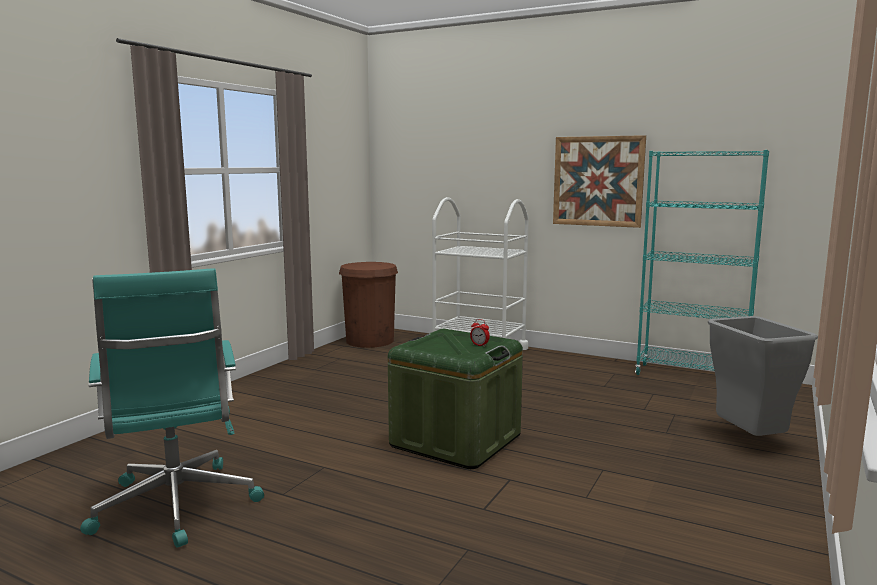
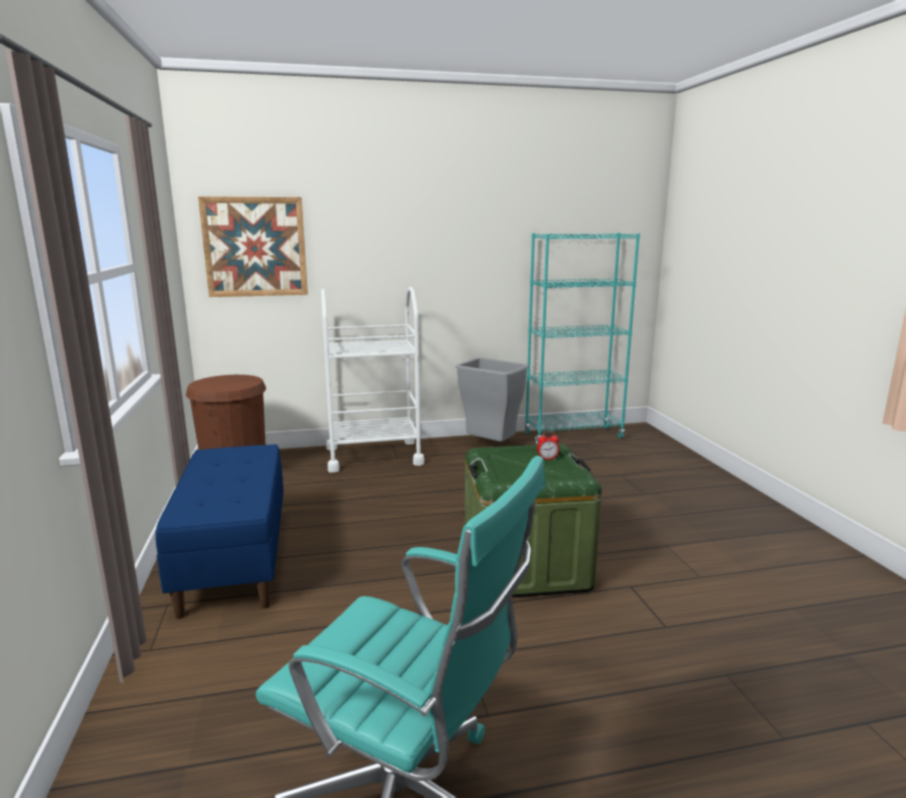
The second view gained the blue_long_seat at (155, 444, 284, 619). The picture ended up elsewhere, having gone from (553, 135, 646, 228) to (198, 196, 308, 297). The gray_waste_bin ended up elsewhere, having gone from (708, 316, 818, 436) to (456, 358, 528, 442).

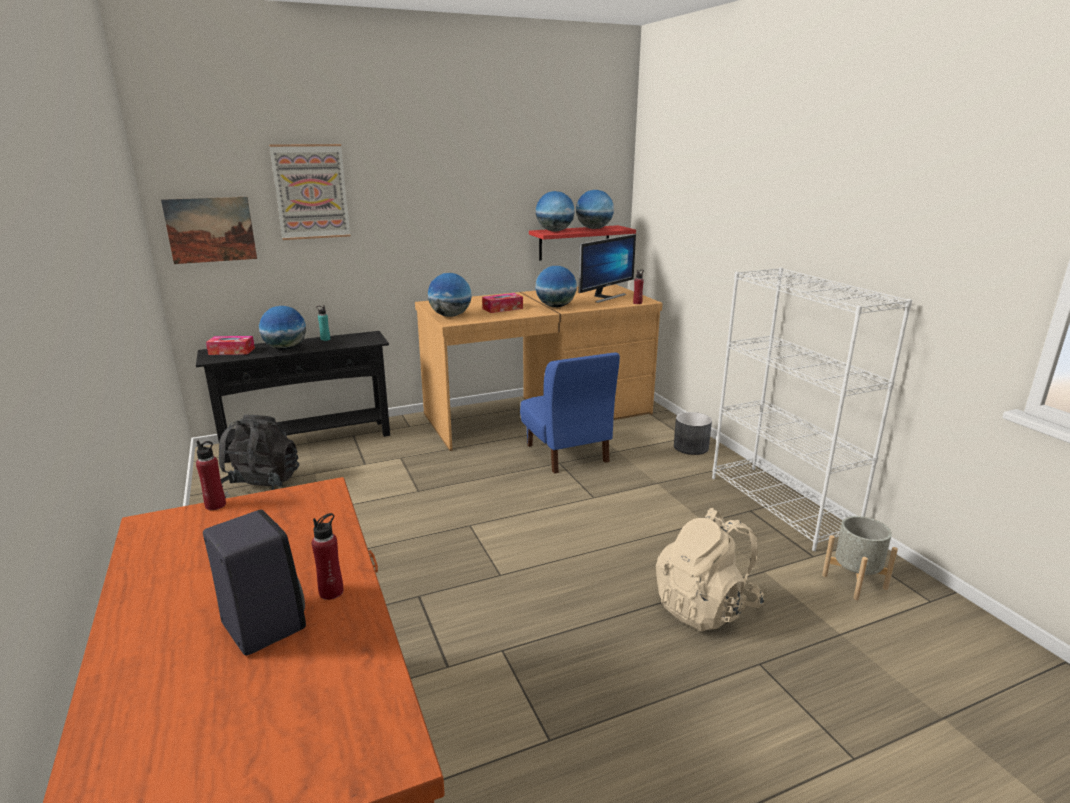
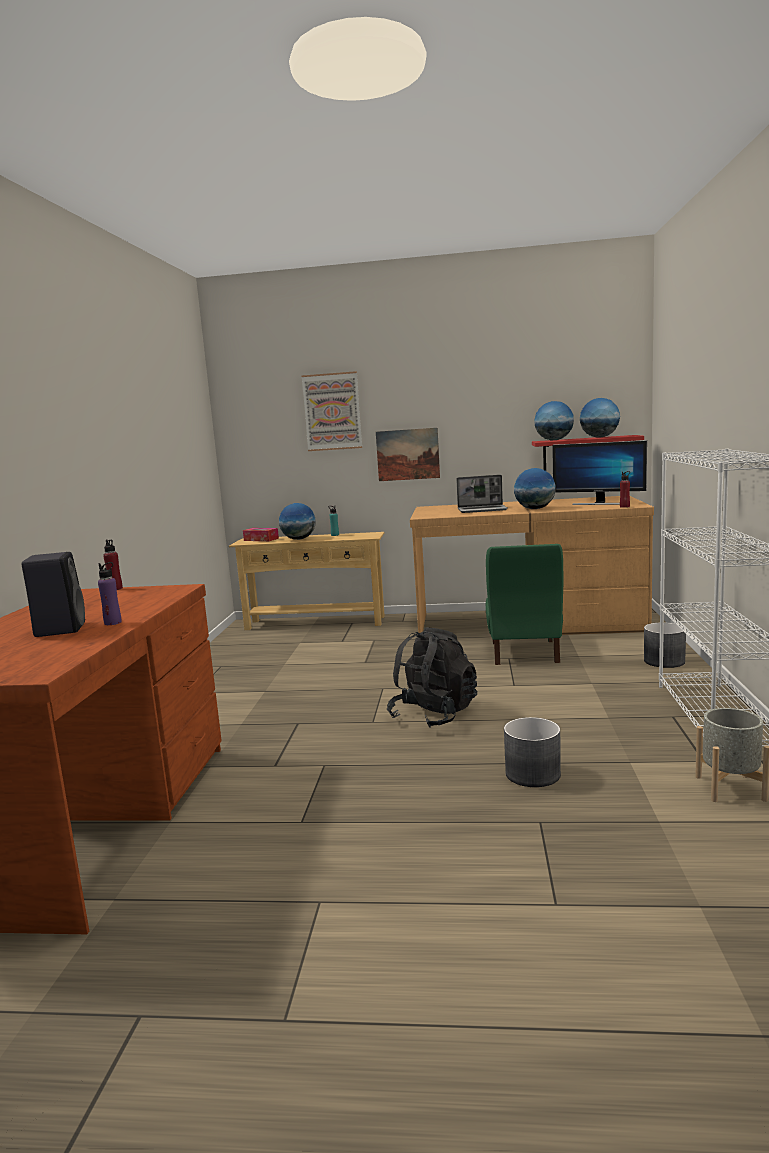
What was the red-coloured_beverage_bottle at (312, 513, 343, 600) turned into the purple-coloured_beverage_bottle at (98, 562, 122, 625). What was the black_hall_table at (196, 331, 390, 463) turned into the sand-coloured_hall_table at (229, 532, 385, 630). The picture ended up elsewhere, having gone from (161, 197, 257, 264) to (376, 428, 440, 481). The black_rucksack ended up elsewhere, having gone from (219, 414, 299, 498) to (387, 627, 477, 727). Where the tissue_box stood at (482, 293, 523, 313), the portable_computer came to stand at (456, 475, 508, 513). What was the blue_upright_chair at (520, 352, 620, 474) turned into the green_upright_chair at (485, 544, 563, 665). Where the sand-coloured_rucksack stood at (656, 508, 764, 631), the gray_plant_pot came to stand at (504, 717, 561, 787). The computer_screen at (578, 234, 636, 303) ended up facing another way, 45 degrees clockwise from before. The second view lost the desk_globe at (428, 273, 472, 317).

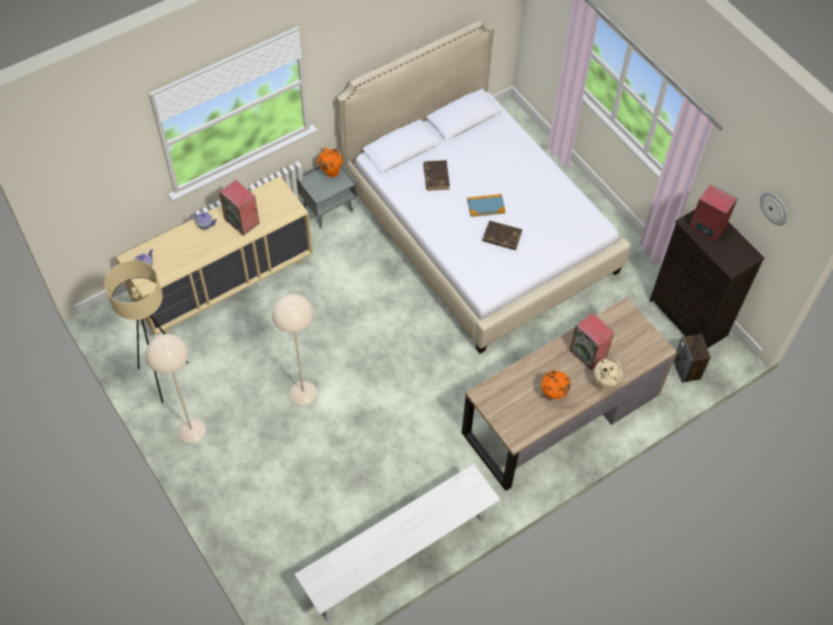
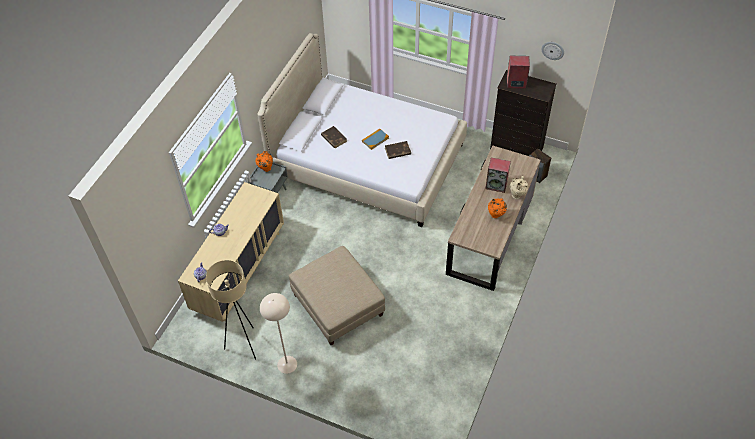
Where the sand-coloured_standard_lamp stood at (272, 294, 317, 405), the sand-coloured_pouffe came to stand at (289, 246, 385, 345). The second view lost the loudspeaker at (219, 180, 260, 236). The second view lost the white-coloured_long_seat at (295, 464, 501, 622).

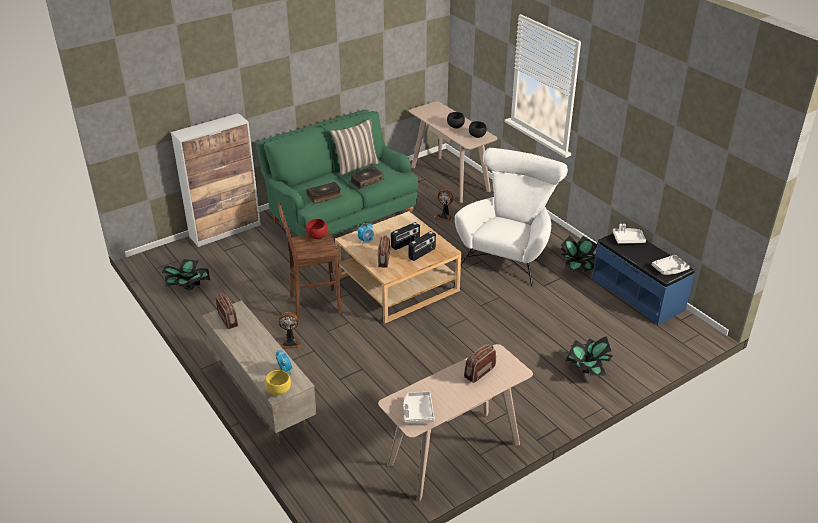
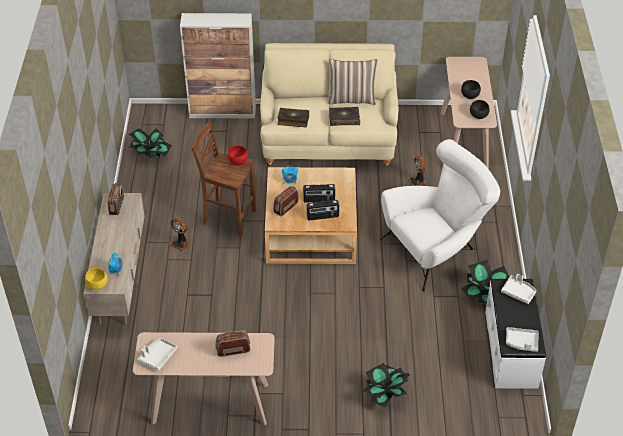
What was the green_settee at (256, 110, 418, 236) turned into the sand-coloured_settee at (260, 43, 399, 165). What was the blue_long_seat at (592, 233, 695, 325) turned into the white-coloured_long_seat at (485, 279, 546, 389).

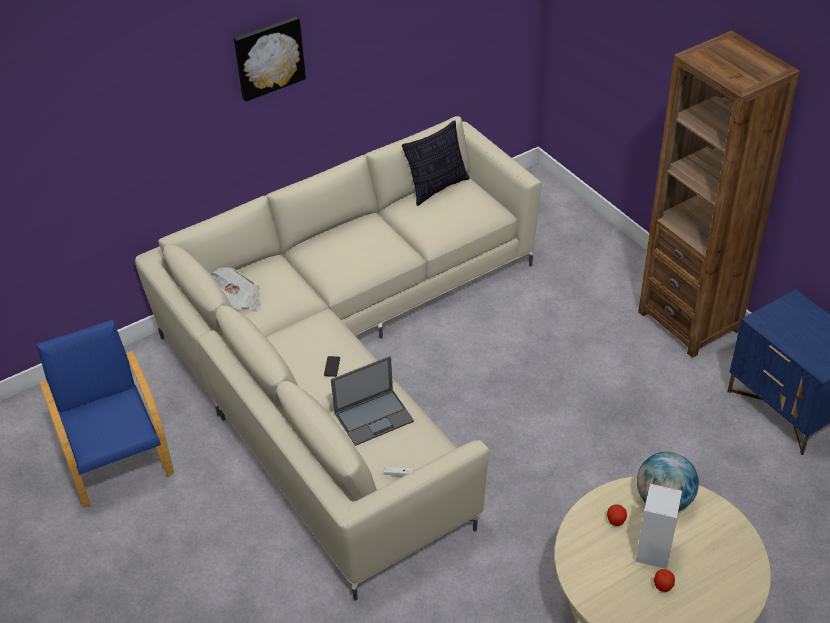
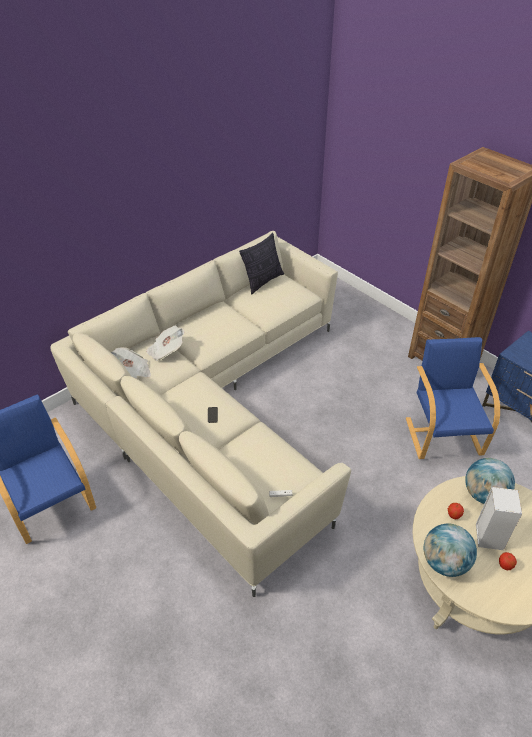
The second view gained the printed_paper at (146, 326, 185, 362). The second view gained the blue_armchair at (406, 337, 500, 459). The second view gained the desk_globe at (424, 524, 477, 577). The second view lost the picture at (234, 16, 306, 102). The second view lost the portable_computer at (331, 356, 414, 446).

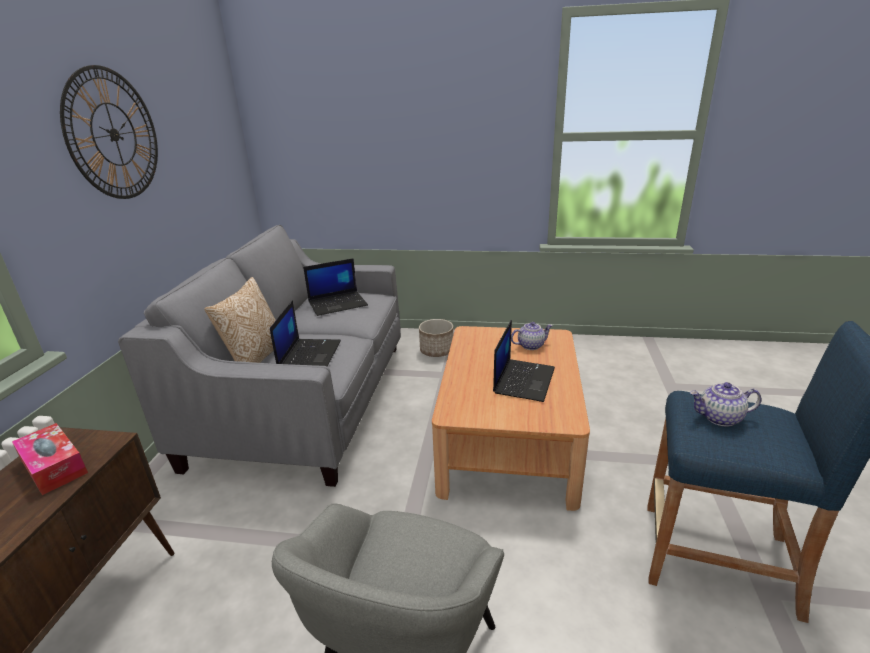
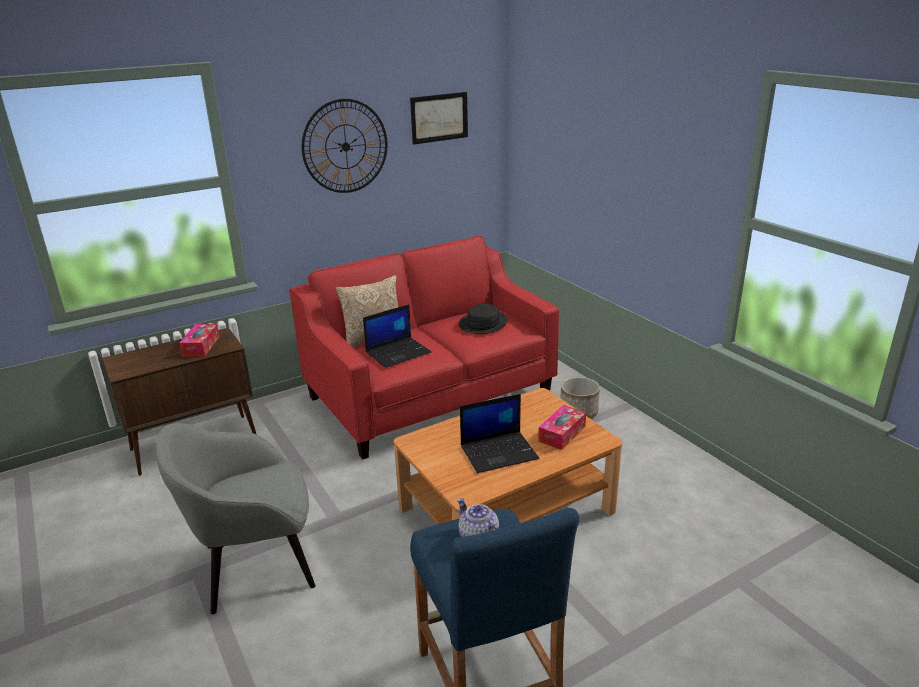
What was the gray_settee at (118, 225, 401, 487) turned into the red-coloured_settee at (289, 236, 559, 459). The second view gained the picture at (410, 92, 468, 145). Where the portable_computer stood at (303, 258, 368, 316), the black_hat came to stand at (459, 304, 508, 334). Where the teapot stood at (511, 322, 553, 350), the tissue_box came to stand at (538, 405, 586, 450).

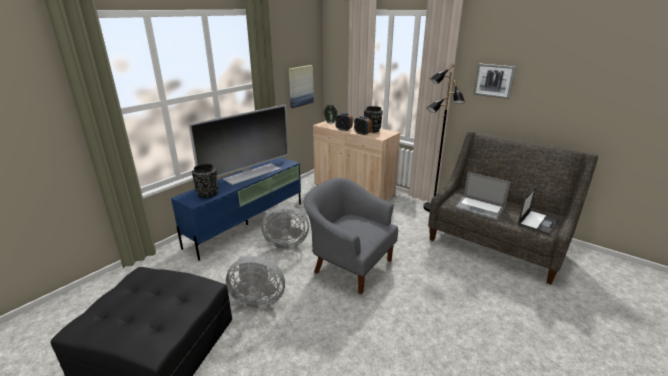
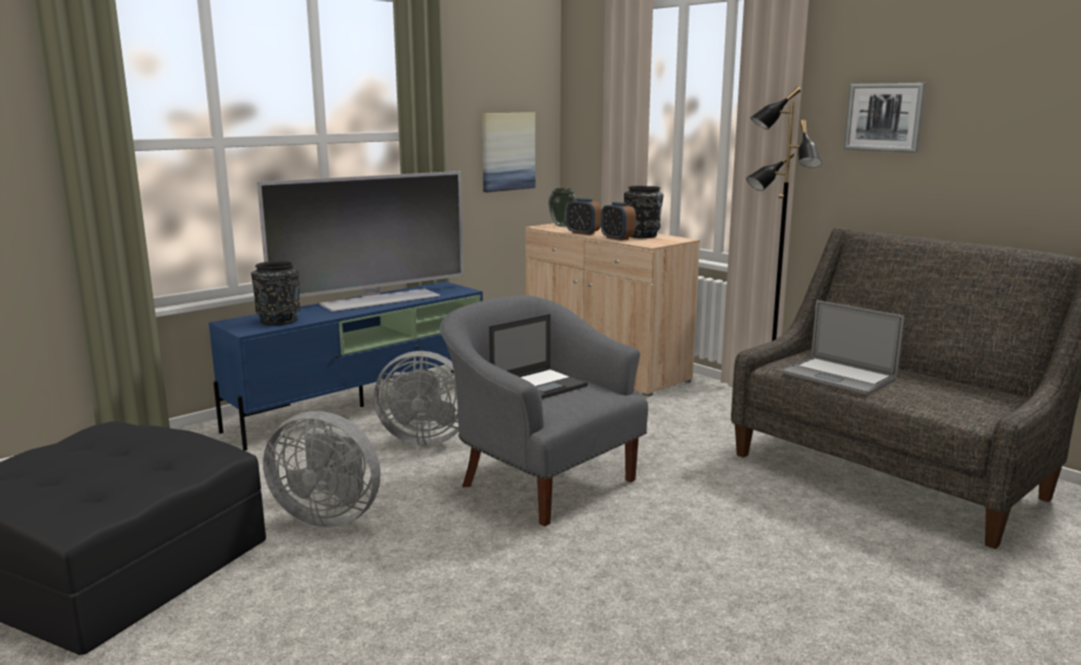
The portable_computer ended up elsewhere, having gone from (517, 186, 559, 235) to (489, 314, 588, 399).

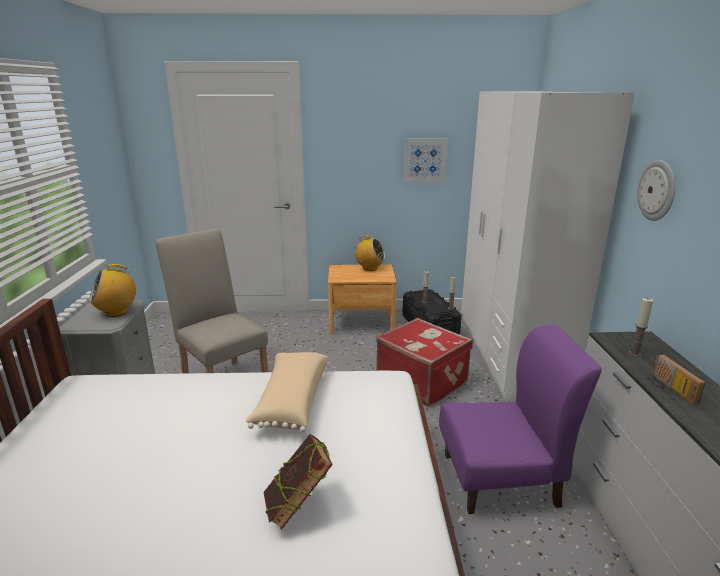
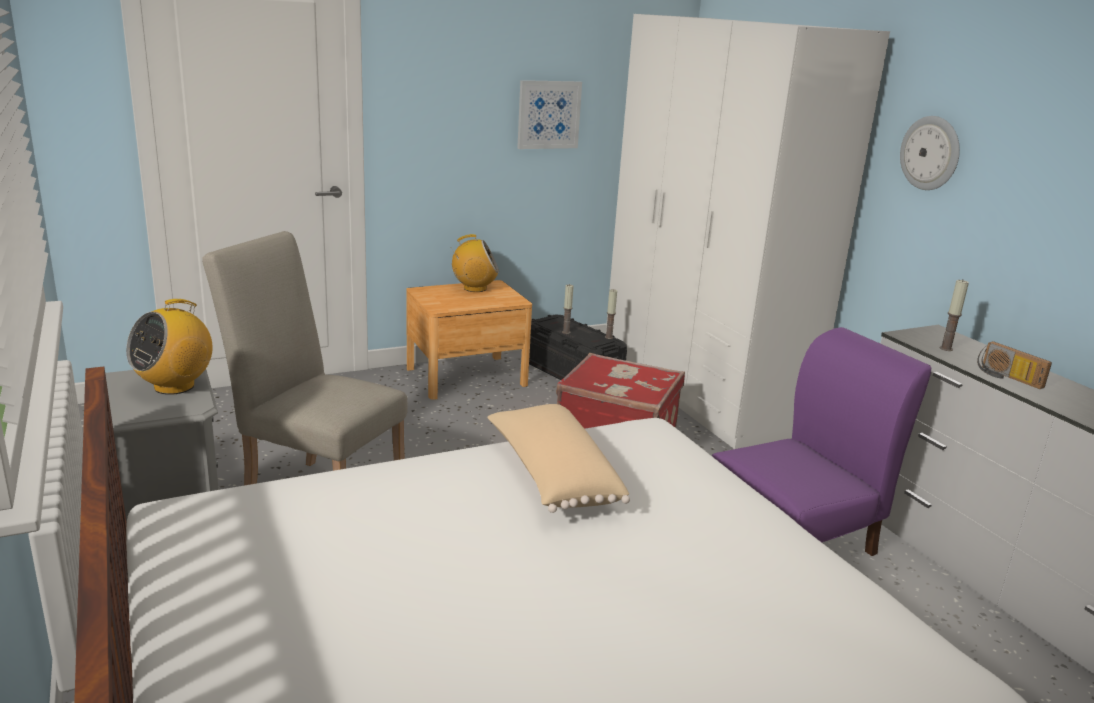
The second view lost the volume at (263, 434, 333, 530).

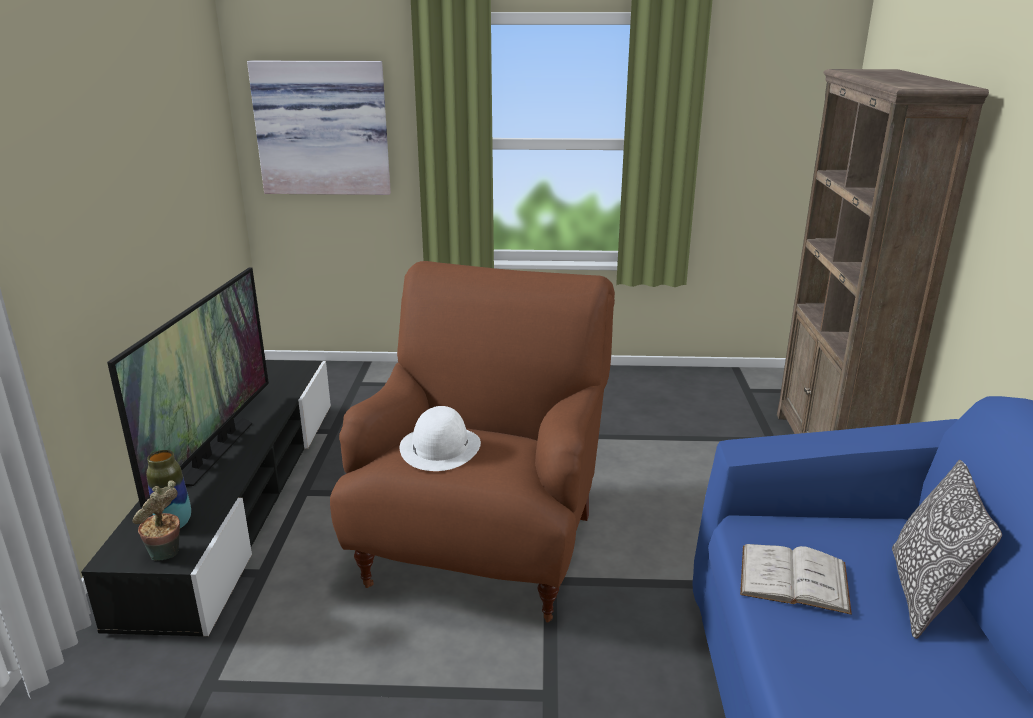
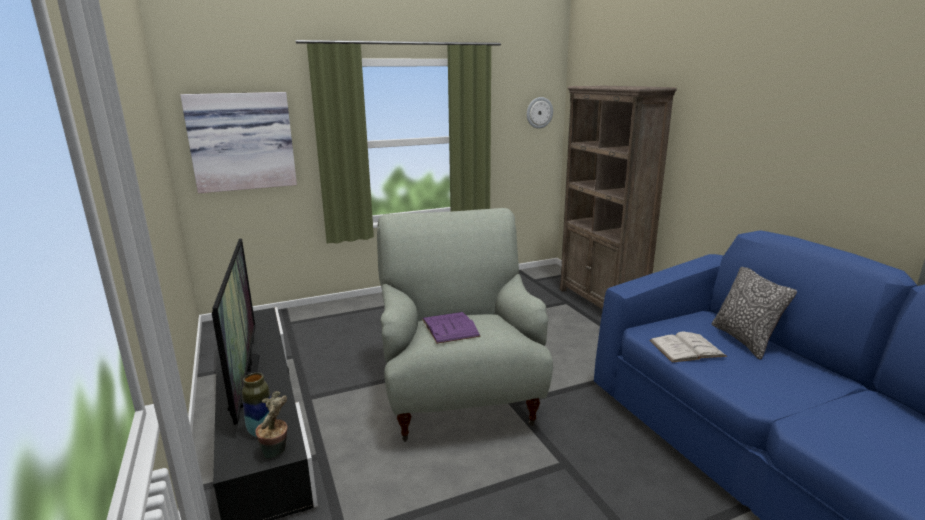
What was the brown_armchair at (330, 261, 615, 622) turned into the gray_armchair at (377, 208, 553, 442). Where the white-coloured_hat stood at (400, 406, 481, 471), the purple-coloured_volume came to stand at (422, 312, 481, 344). The second view gained the hanging_clock at (527, 97, 553, 129).

